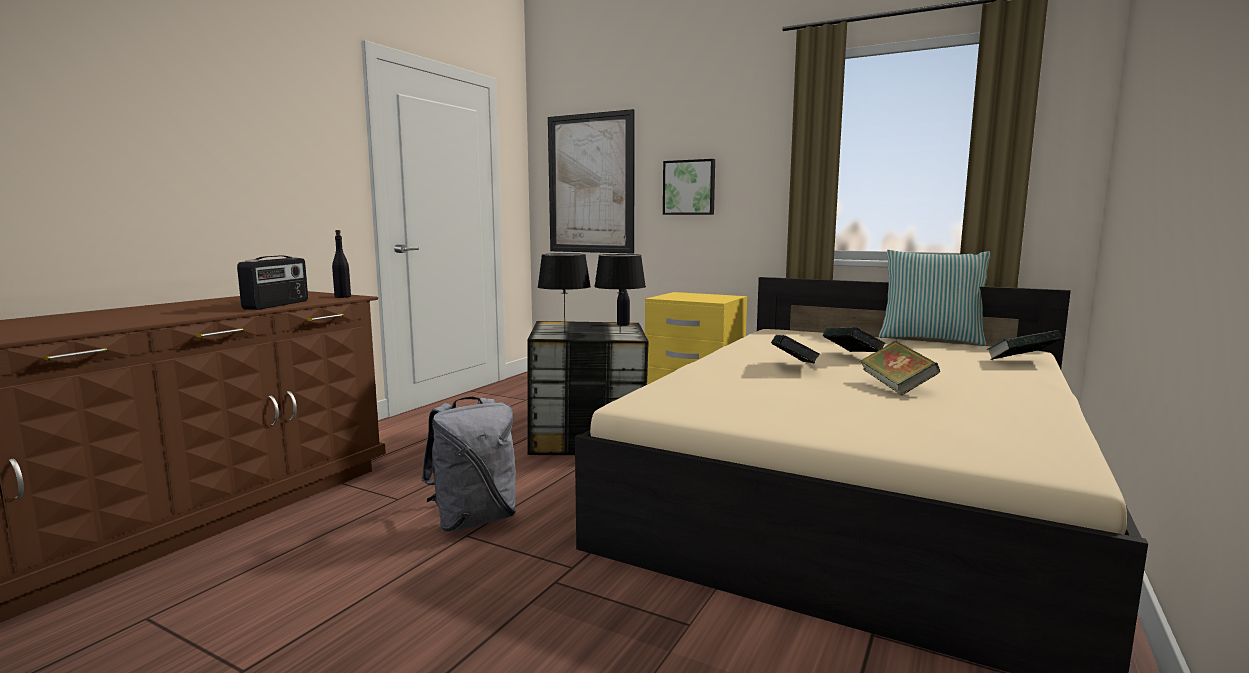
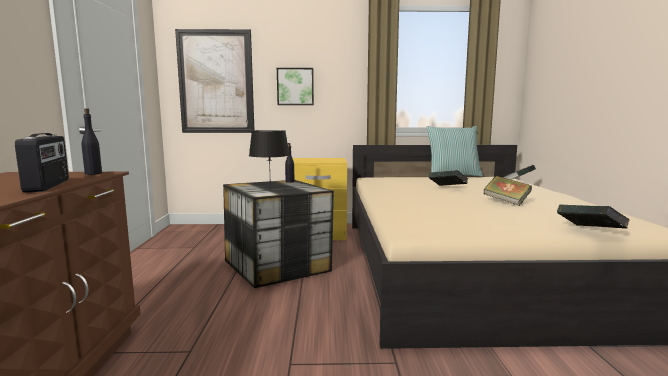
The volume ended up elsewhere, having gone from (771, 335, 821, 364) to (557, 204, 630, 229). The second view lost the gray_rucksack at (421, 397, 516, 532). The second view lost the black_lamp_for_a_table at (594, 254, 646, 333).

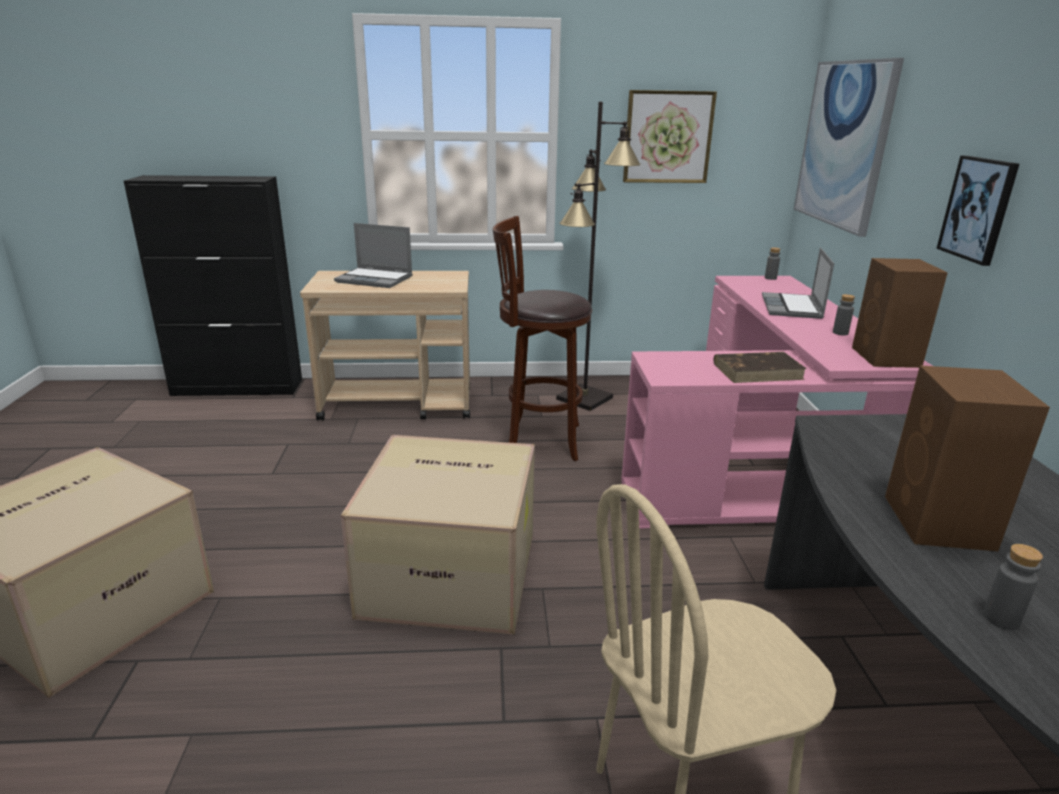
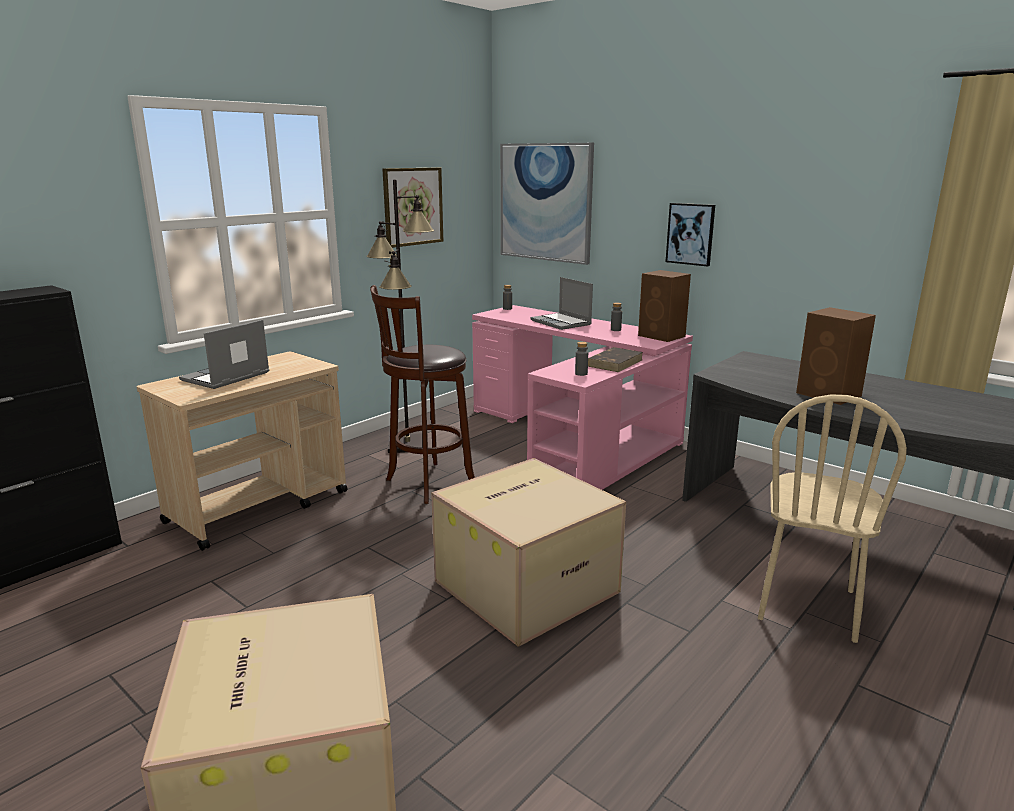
The portable_computer at (334, 223, 413, 288) ended up facing another way, 150 degrees clockwise from before. The gray_beverage_bottle ended up elsewhere, having gone from (983, 544, 1043, 630) to (575, 342, 588, 376).

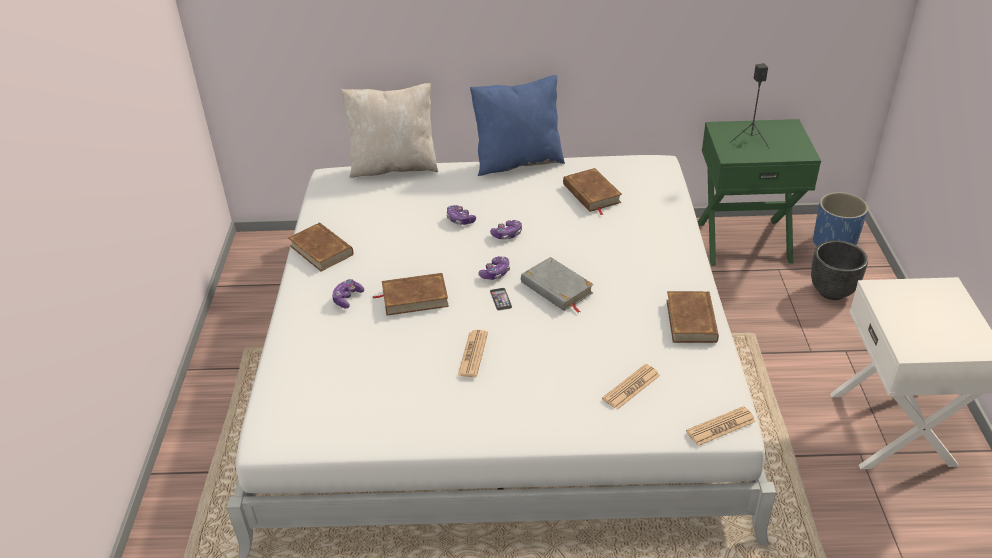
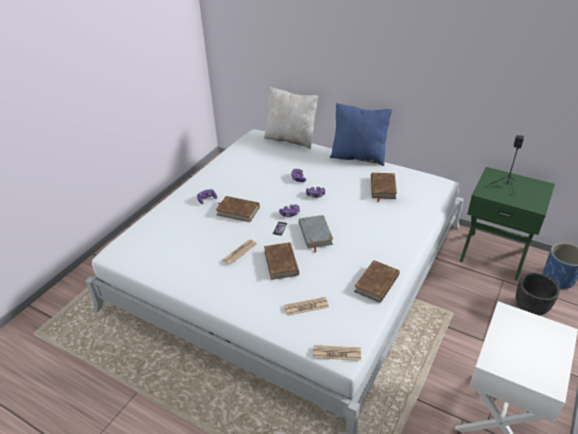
The brown_volume ended up elsewhere, having gone from (288, 222, 353, 271) to (264, 242, 299, 280).

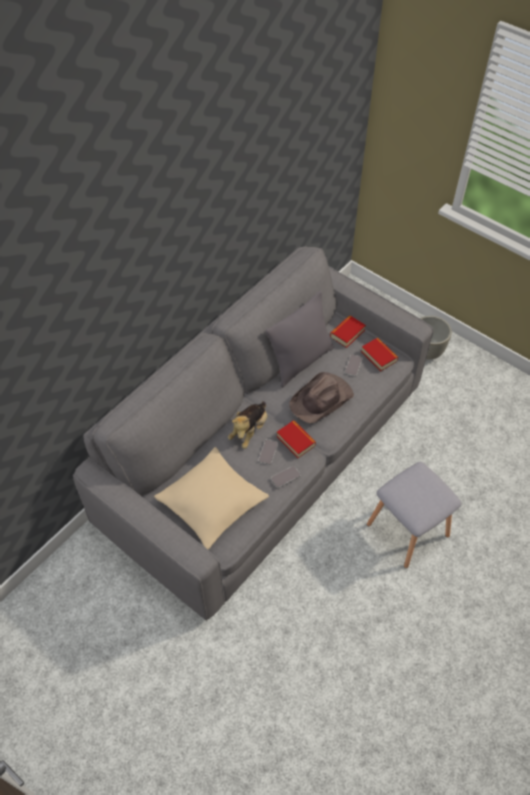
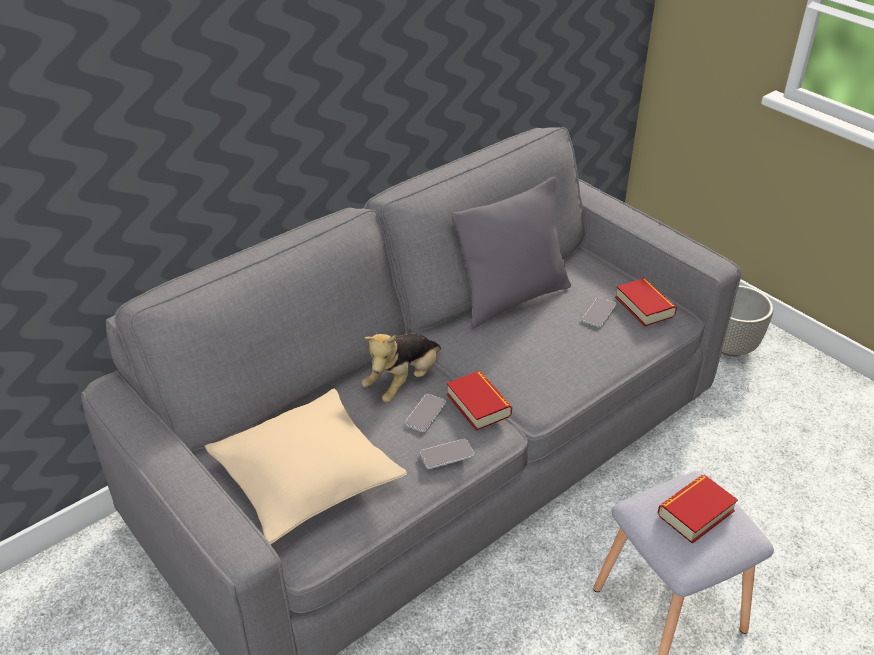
The volume ended up elsewhere, having gone from (330, 315, 366, 348) to (658, 475, 738, 544). The second view lost the brown_hat at (289, 372, 354, 424).

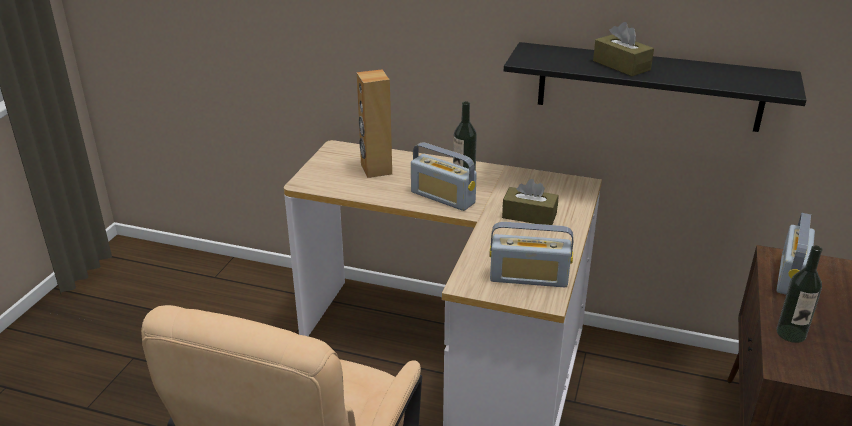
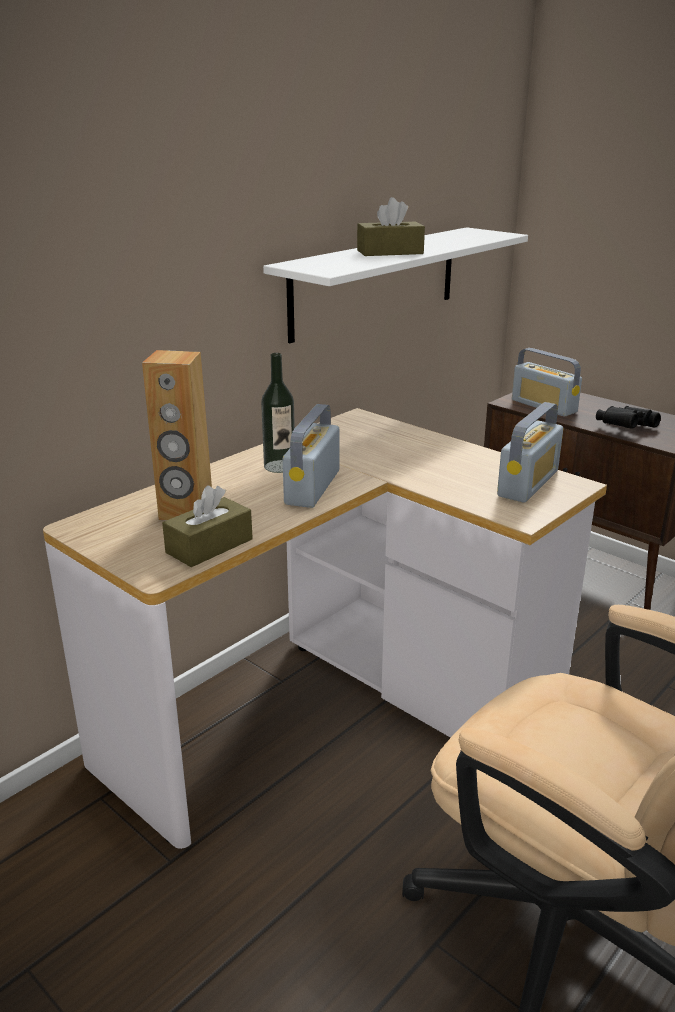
The brown_tissue_box ended up elsewhere, having gone from (502, 179, 559, 225) to (162, 486, 253, 567). What was the black_bracket_shelf at (504, 42, 806, 132) turned into the white-coloured_bracket_shelf at (263, 227, 528, 343). The radio at (411, 142, 477, 211) ended up facing another way, 135 degrees clockwise from before. Where the beverage_bottle stood at (777, 246, 822, 343), the black_pair_of_binoculars came to stand at (596, 406, 661, 429).

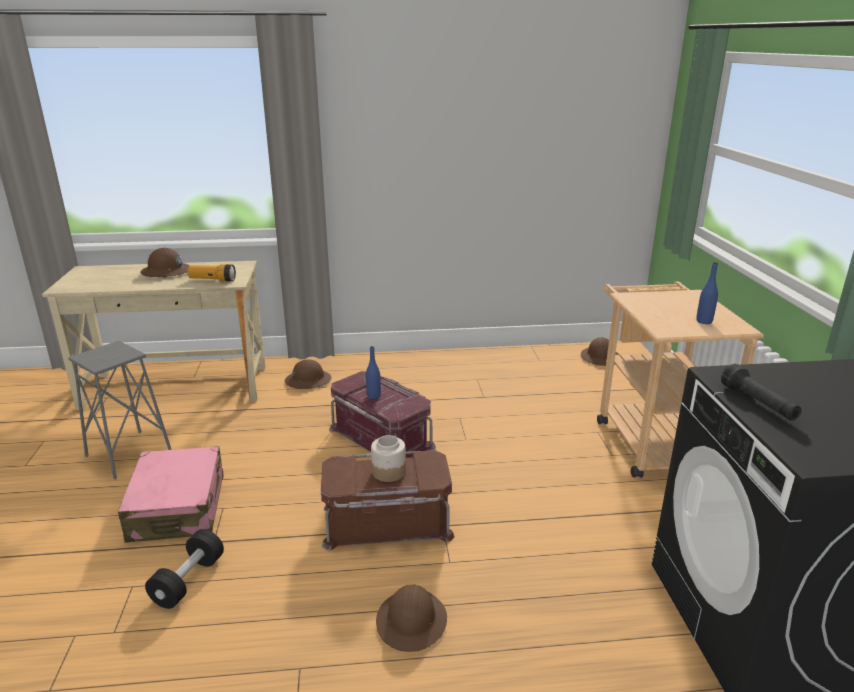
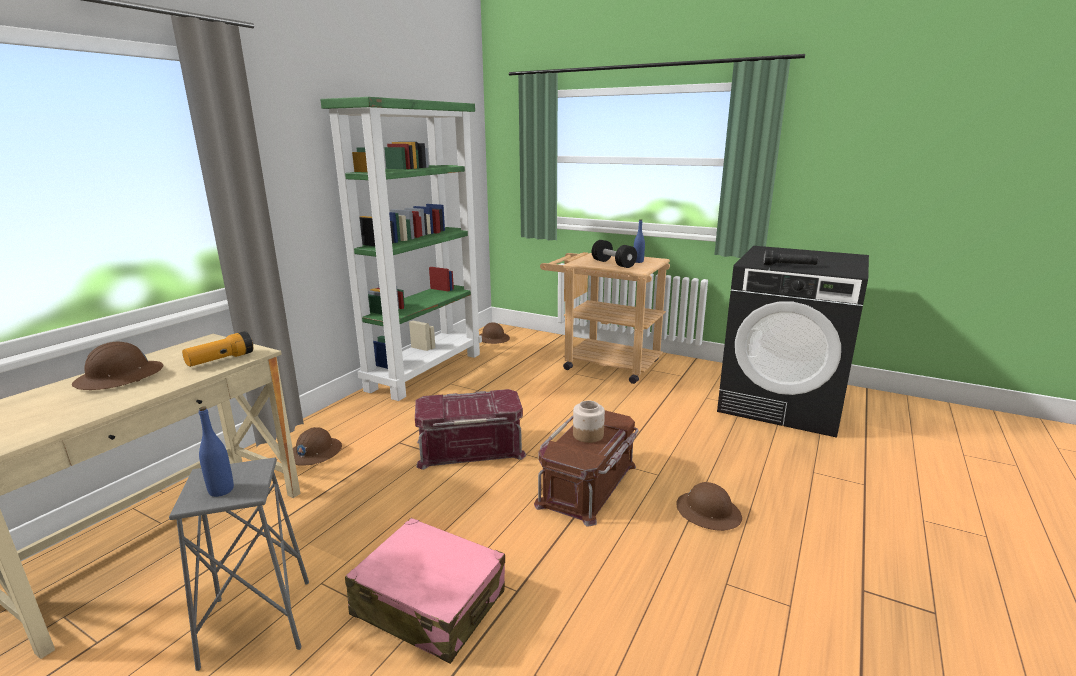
The blue_beverage_bottle ended up elsewhere, having gone from (366, 346, 381, 399) to (199, 407, 234, 497). The second view gained the green_bookcase at (320, 97, 482, 401). The black_dumbbell ended up elsewhere, having gone from (145, 529, 224, 609) to (592, 240, 637, 268).

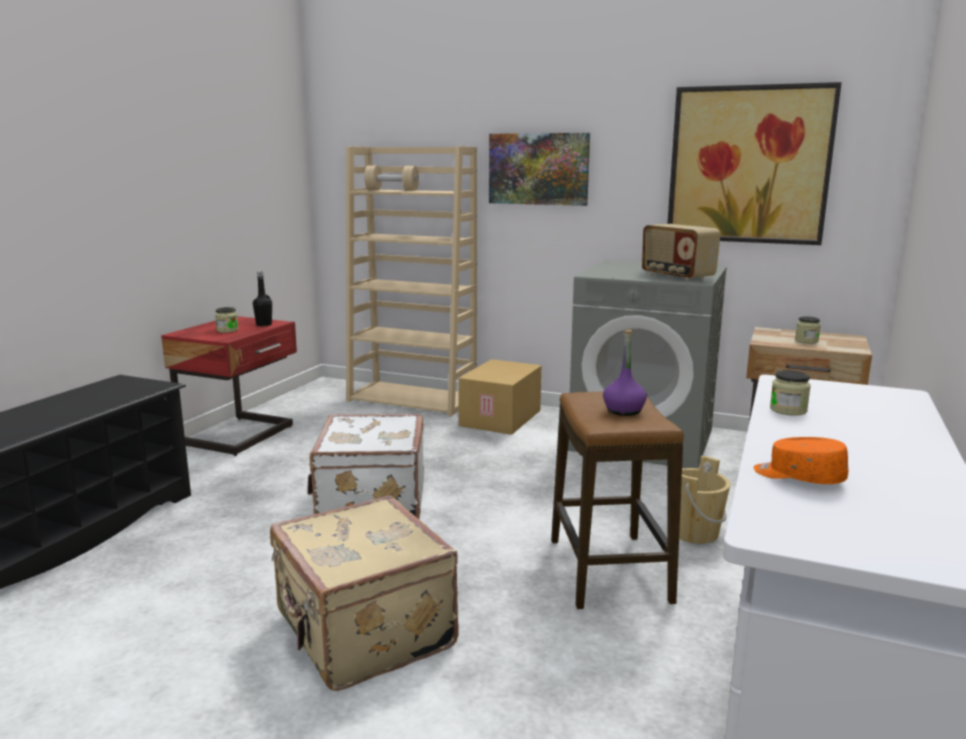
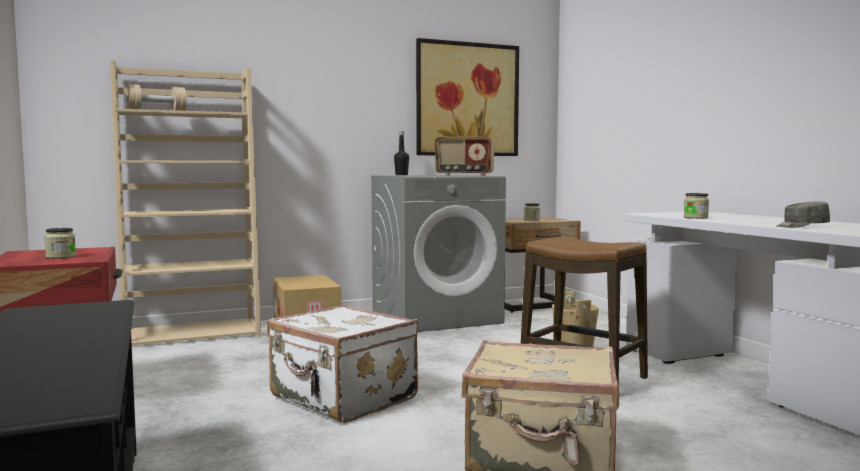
The black_beverage_bottle ended up elsewhere, having gone from (253, 271, 272, 326) to (394, 131, 409, 175). What was the orange_baseball_cap at (754, 437, 849, 484) turned into the gray_baseball_cap at (777, 202, 830, 228). The second view lost the picture at (489, 133, 590, 206). The second view lost the purple-coloured_beverage_bottle at (603, 330, 647, 416).

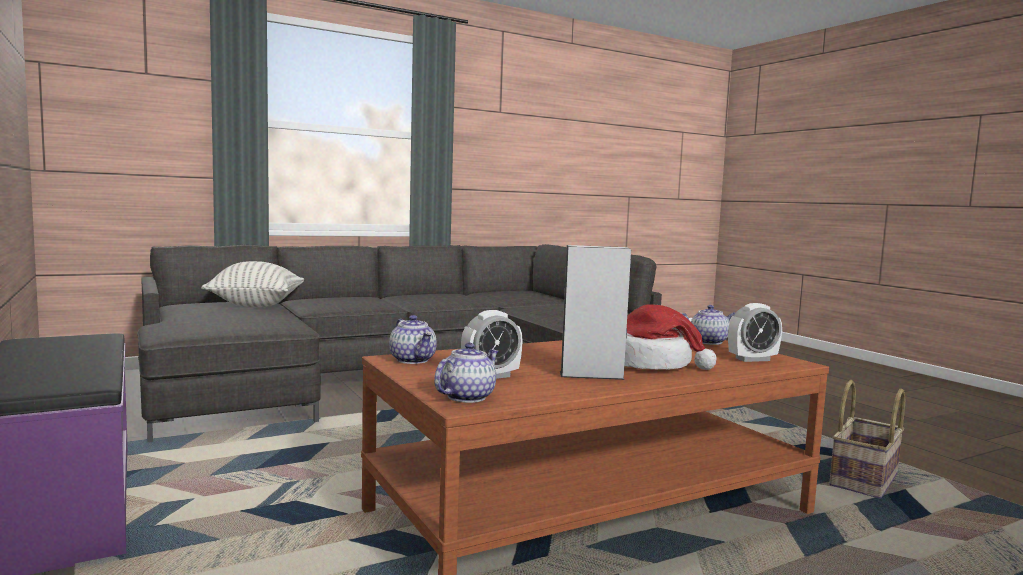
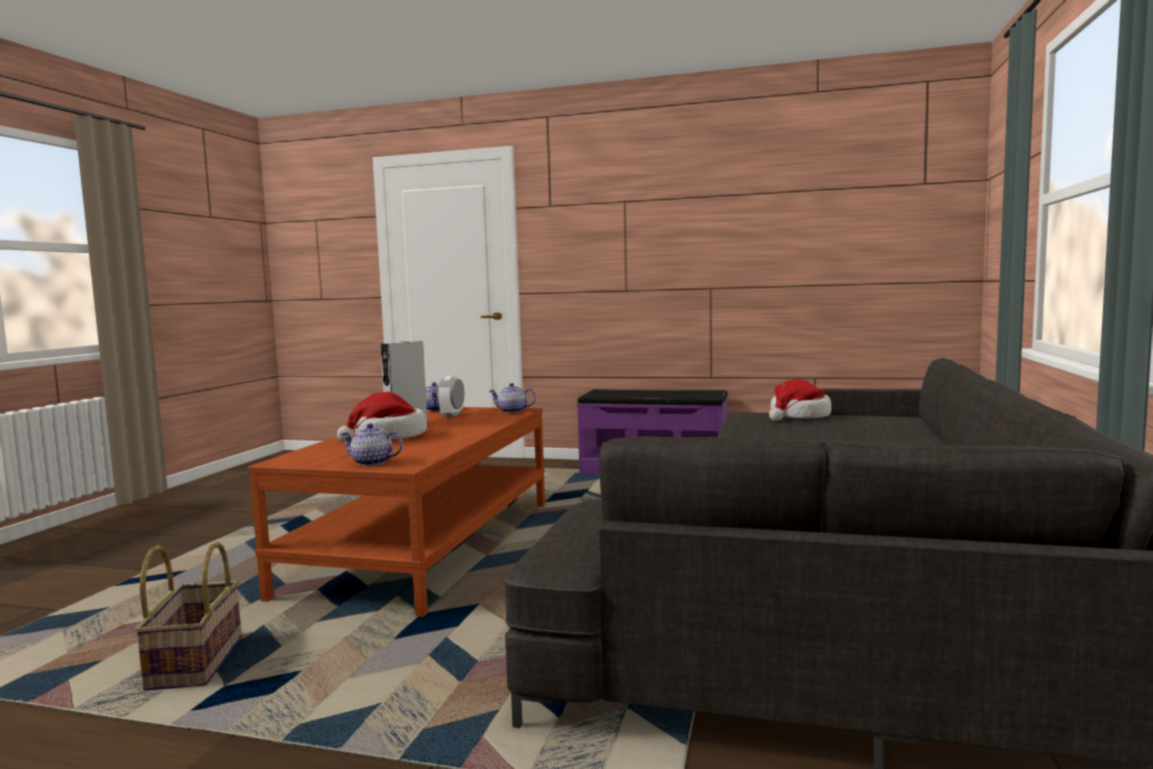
The teapot at (681, 305, 735, 345) ended up facing another way, 120 degrees counterclockwise from before. The second view gained the hat at (769, 379, 831, 421). The second view lost the cushion at (201, 261, 304, 307). The second view lost the alarm_clock at (728, 303, 782, 362).

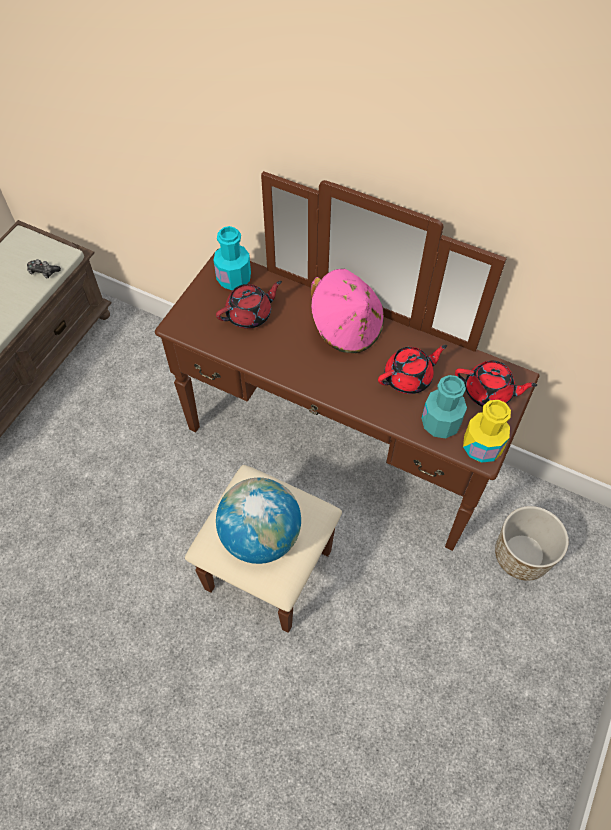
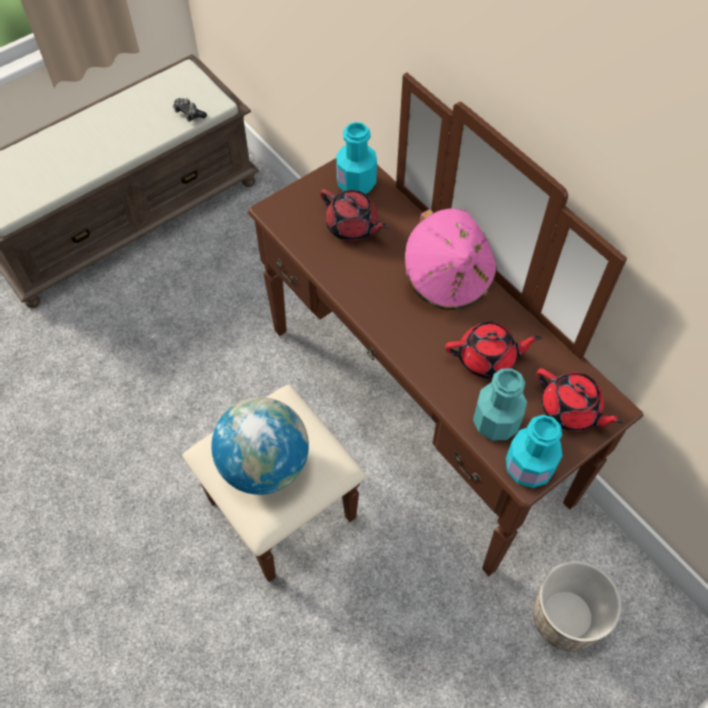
The red-coloured_teapot at (216, 281, 282, 329) ended up facing another way, 45 degrees clockwise from before. What was the yellowish_beverage_bottle at (463, 400, 511, 463) turned into the blue-green_beverage_bottle at (506, 415, 562, 488).

